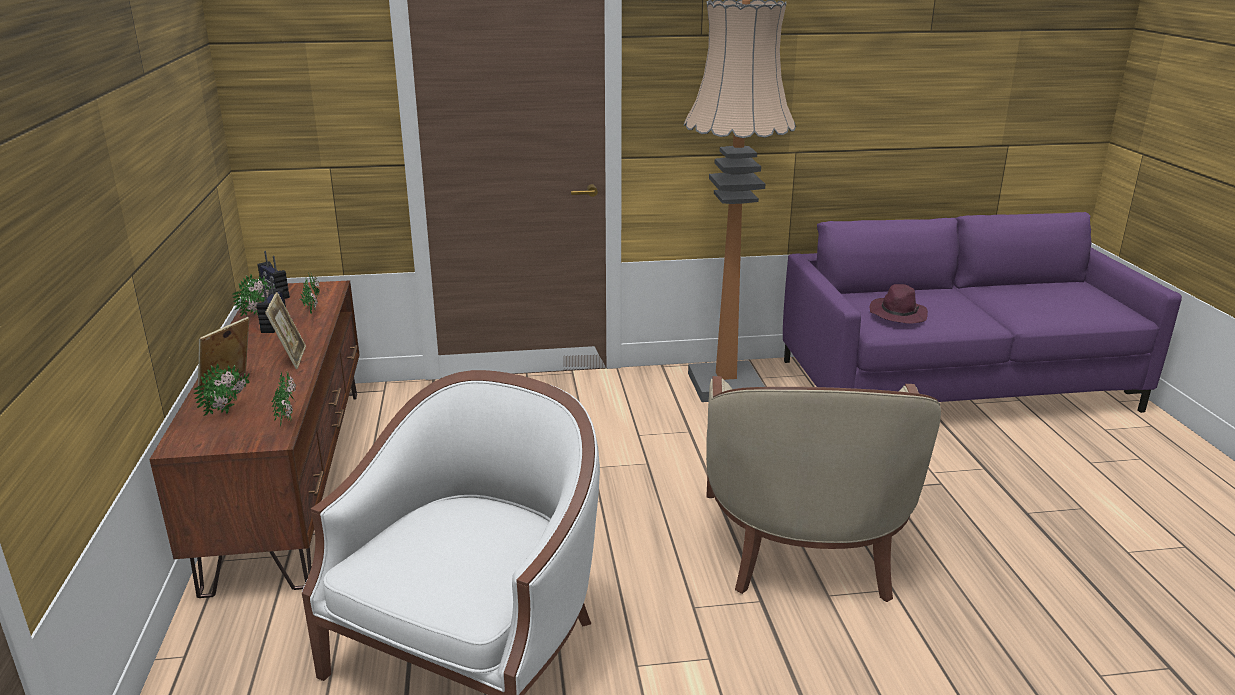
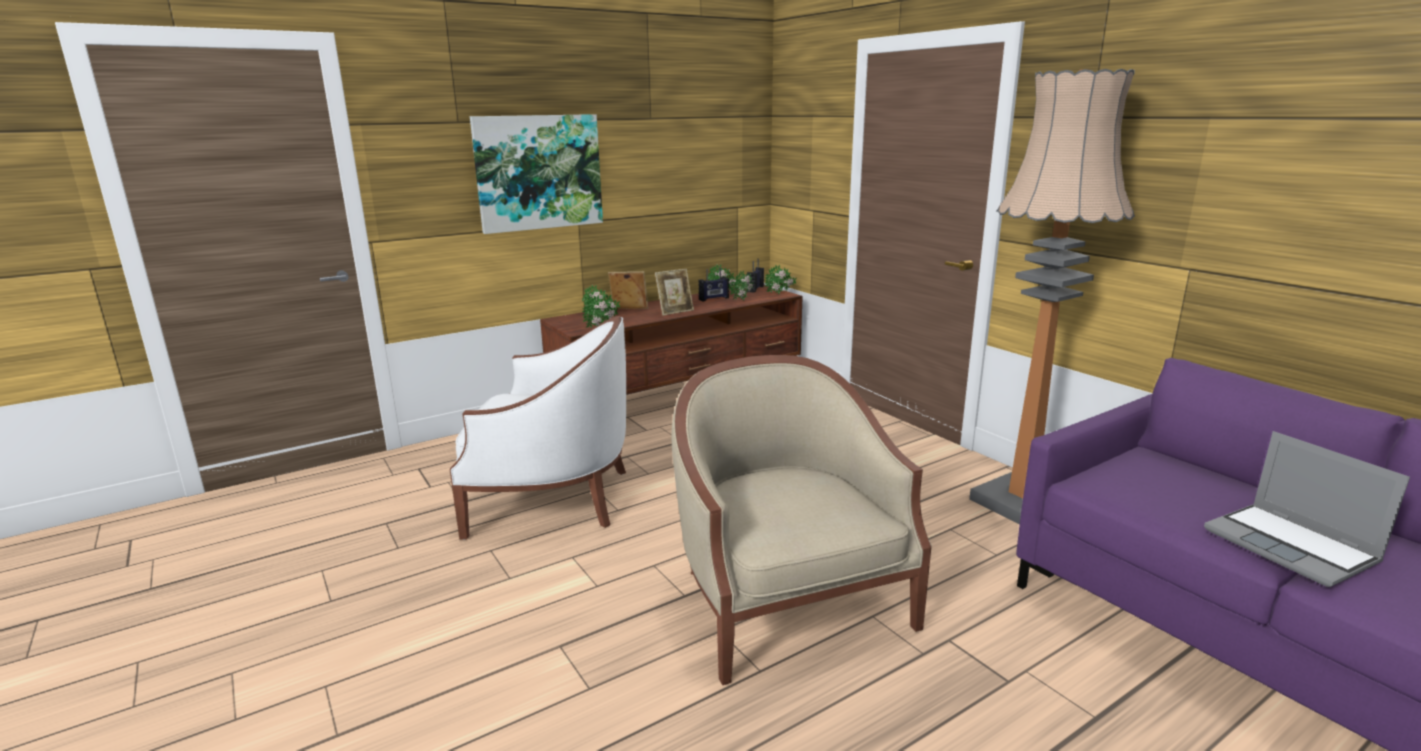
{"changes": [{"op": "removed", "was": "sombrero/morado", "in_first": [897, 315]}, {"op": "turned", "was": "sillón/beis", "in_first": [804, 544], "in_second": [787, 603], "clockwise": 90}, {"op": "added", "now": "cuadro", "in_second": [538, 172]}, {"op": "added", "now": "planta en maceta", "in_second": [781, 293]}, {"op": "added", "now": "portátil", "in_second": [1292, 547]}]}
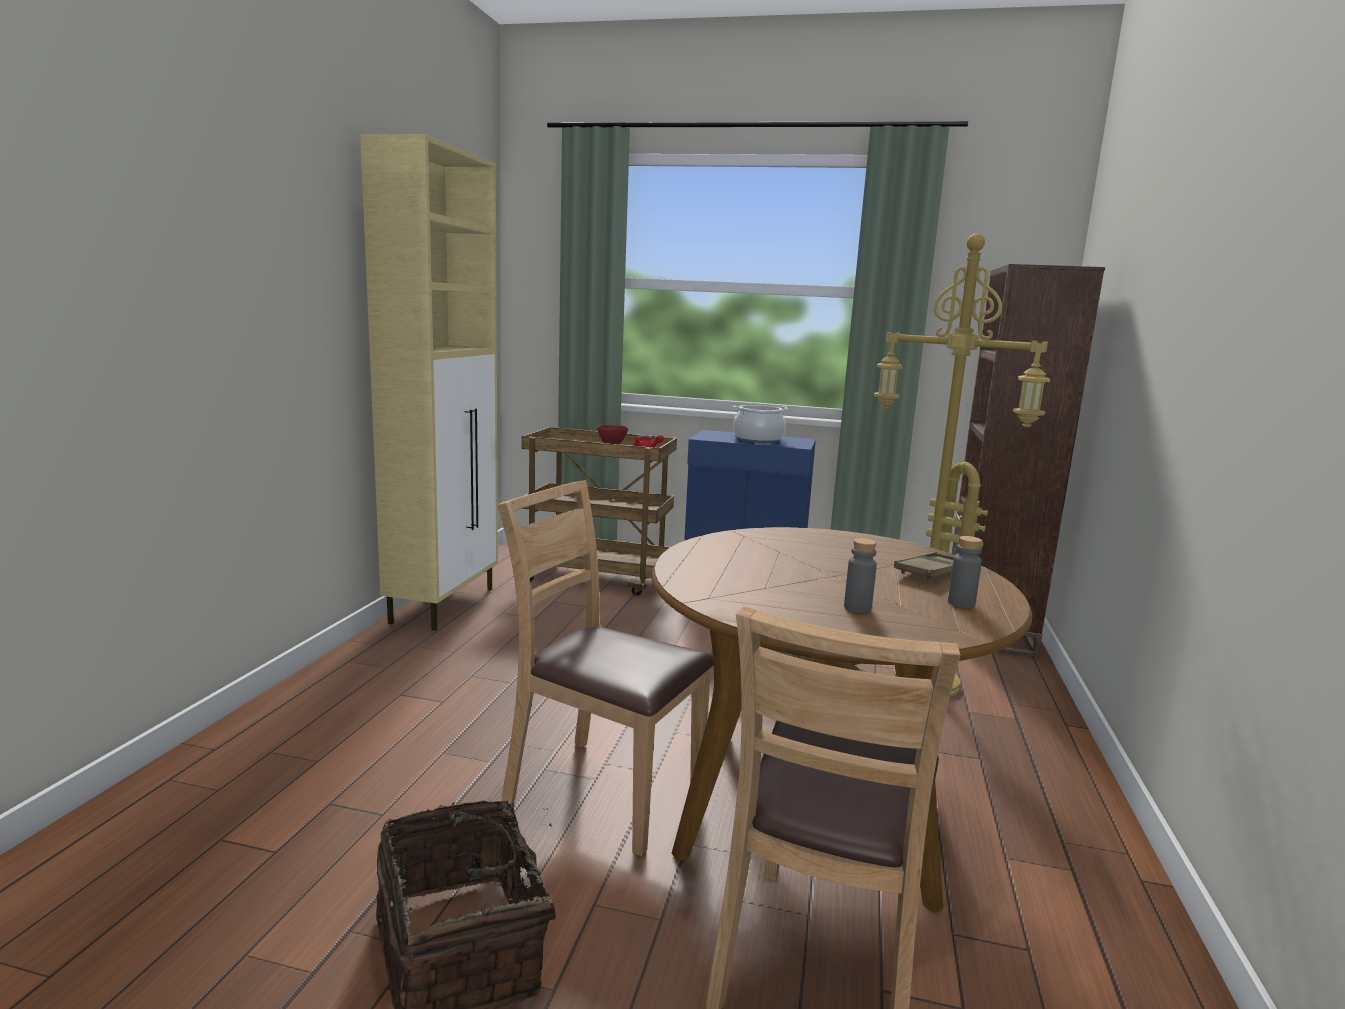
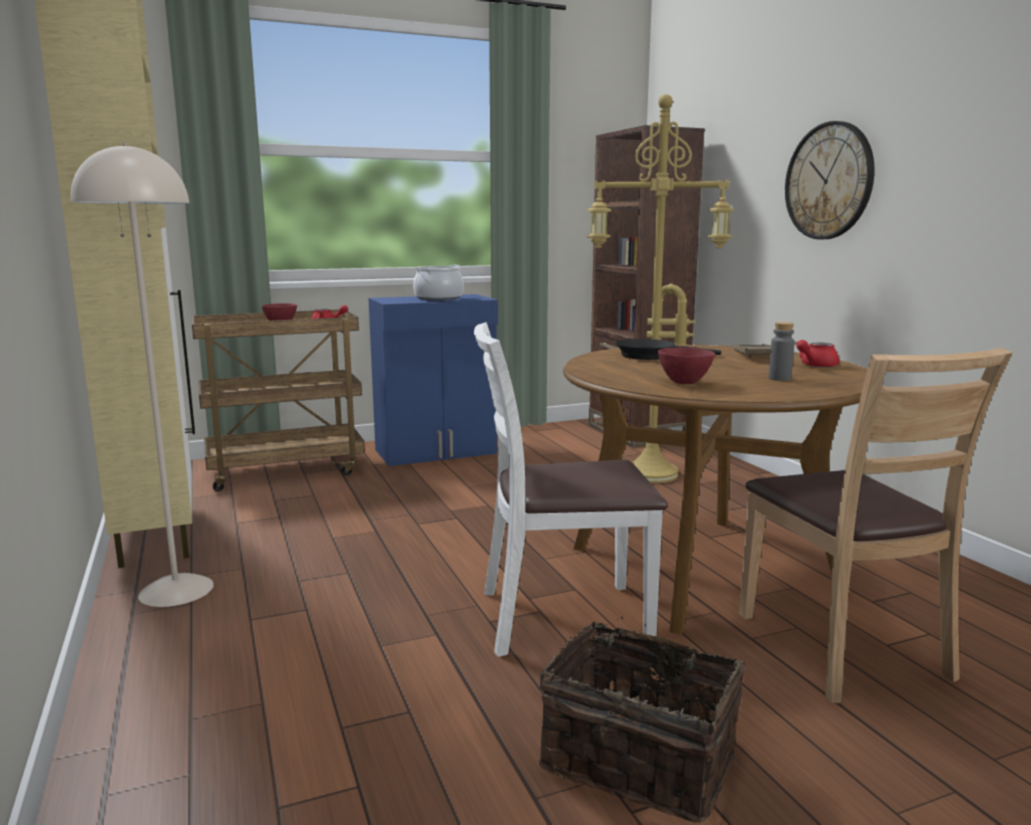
{"changes": [{"op": "recoloured", "was": "silla/marrón", "now": "silla/blanco", "in_first": [603, 792], "in_second": [562, 617]}, {"op": "replaced", "was": "botella/gris", "now": "tetera/rojo", "in_first": [961, 603], "in_second": [814, 366]}, {"op": "added", "now": "reloj de pared", "in_second": [829, 181]}, {"op": "added", "now": "lámpara de pie/beis", "in_second": [175, 590]}, {"op": "added", "now": "sartén/negro", "in_second": [650, 356]}, {"op": "added", "now": "cuenco/rojo", "in_second": [685, 383]}]}
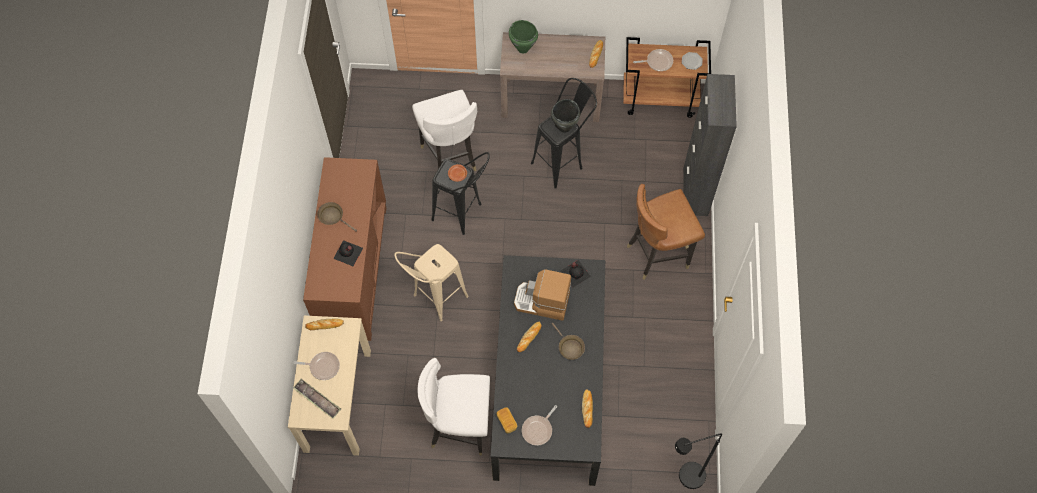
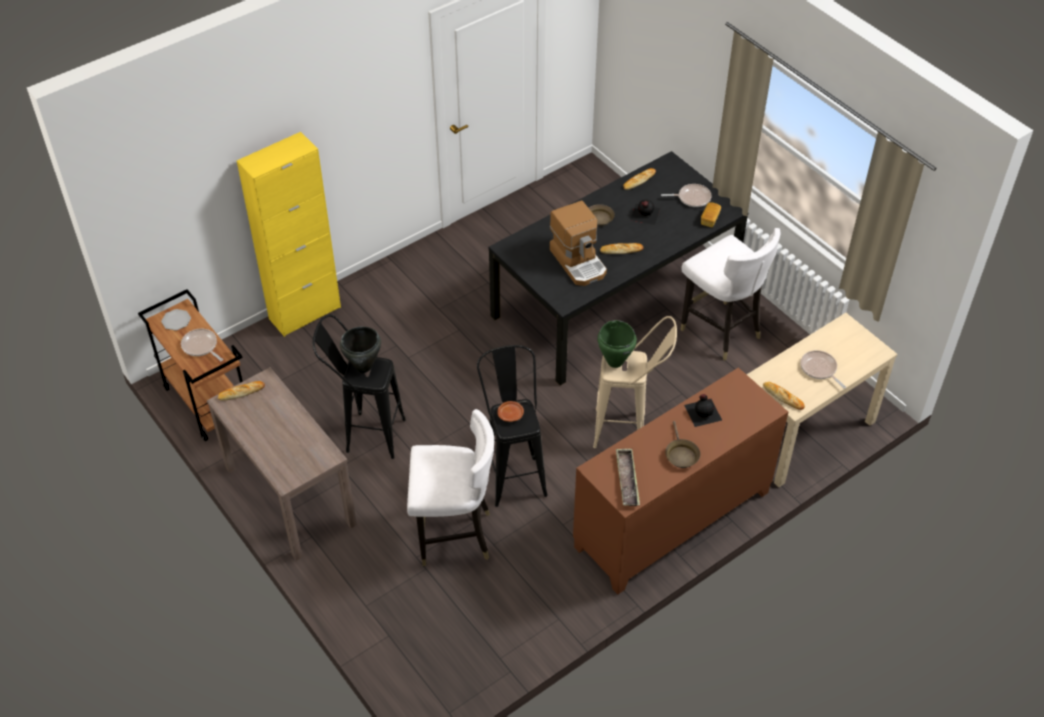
{"changes": [{"op": "moved", "was": "olla/verde", "in_first": [523, 48], "in_second": [614, 362]}, {"op": "recoloured", "was": "armario/negro", "now": "armario/amarillo", "in_first": [695, 192], "in_second": [305, 313]}, {"op": "turned", "was": "silla/blanco", "in_first": [449, 156], "in_second": [453, 536], "clockwise": 60}, {"op": "removed", "was": "silla/marrón", "in_first": [658, 254]}, {"op": "moved", "was": "botella/negro", "in_first": [575, 273], "in_second": [644, 214]}, {"op": "moved", "was": "bandeja", "in_first": [317, 400], "in_second": [627, 480]}, {"op": "removed", "was": "lámpara de pie/negro", "in_first": [685, 479]}]}
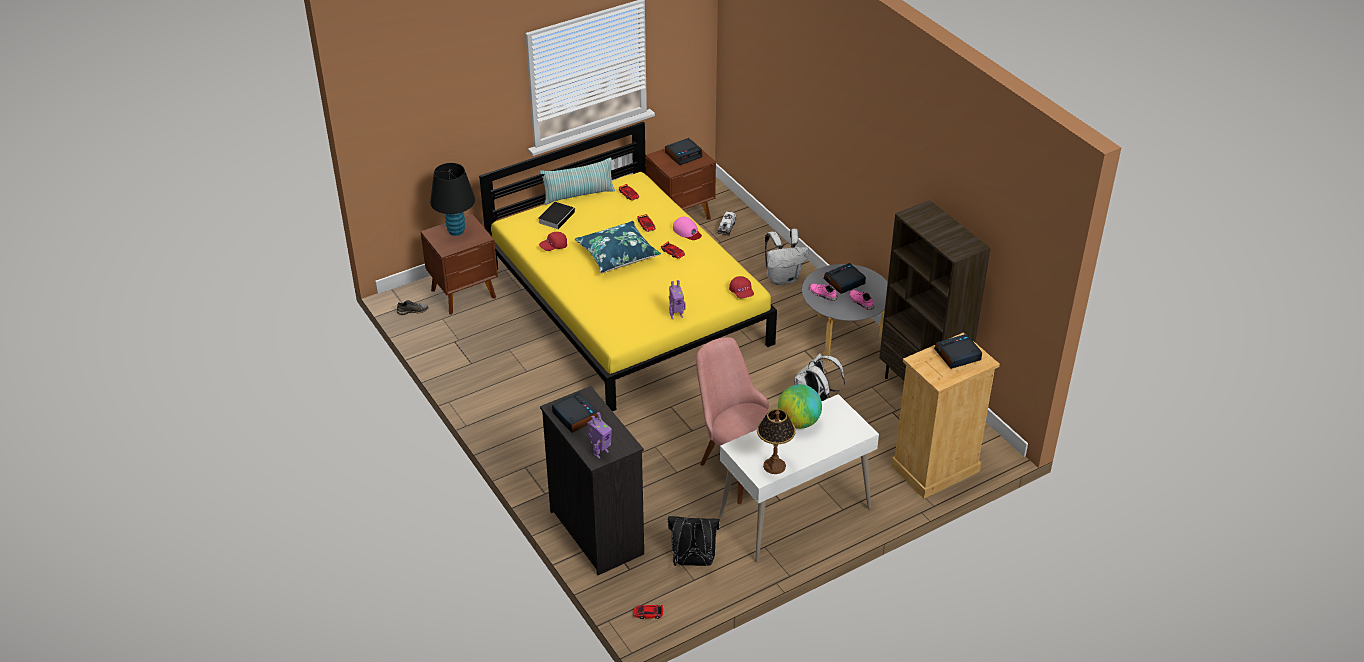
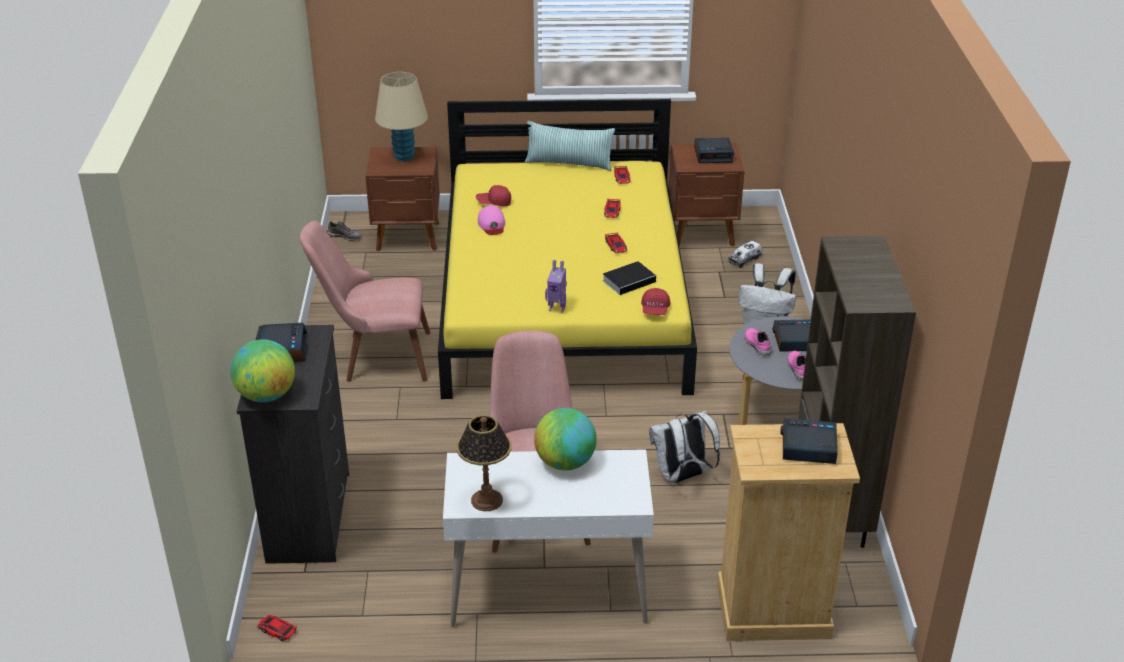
{"changes": [{"op": "recoloured", "was": "lámpara de mesa/negro", "now": "lámpara de mesa/beis", "in_first": [456, 231], "in_second": [404, 157]}, {"op": "moved", "was": "libro", "in_first": [556, 217], "in_second": [630, 280]}, {"op": "moved", "was": "gorra/rosa", "in_first": [687, 231], "in_second": [492, 224]}, {"op": "removed", "was": "cojín/azul", "in_first": [617, 254]}, {"op": "replaced", "was": "robot de juguete", "now": "globo terráqueo", "in_first": [600, 452], "in_second": [266, 395]}, {"op": "removed", "was": "mochila/negro", "in_first": [692, 562]}, {"op": "added", "now": "silla/rosa", "in_second": [375, 357]}]}
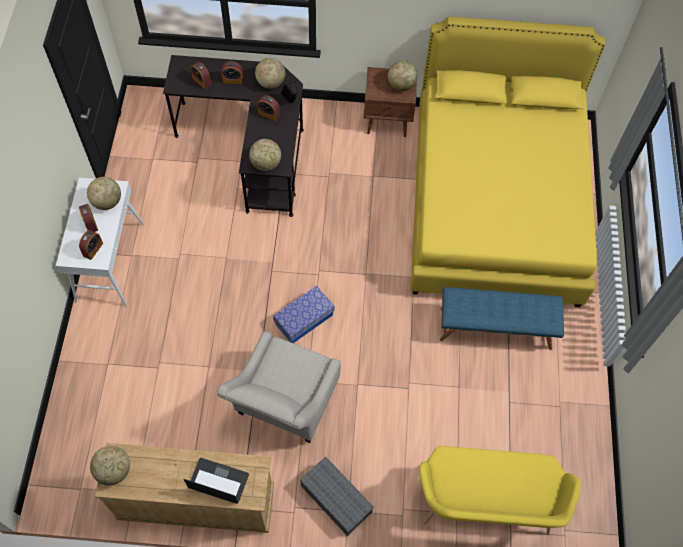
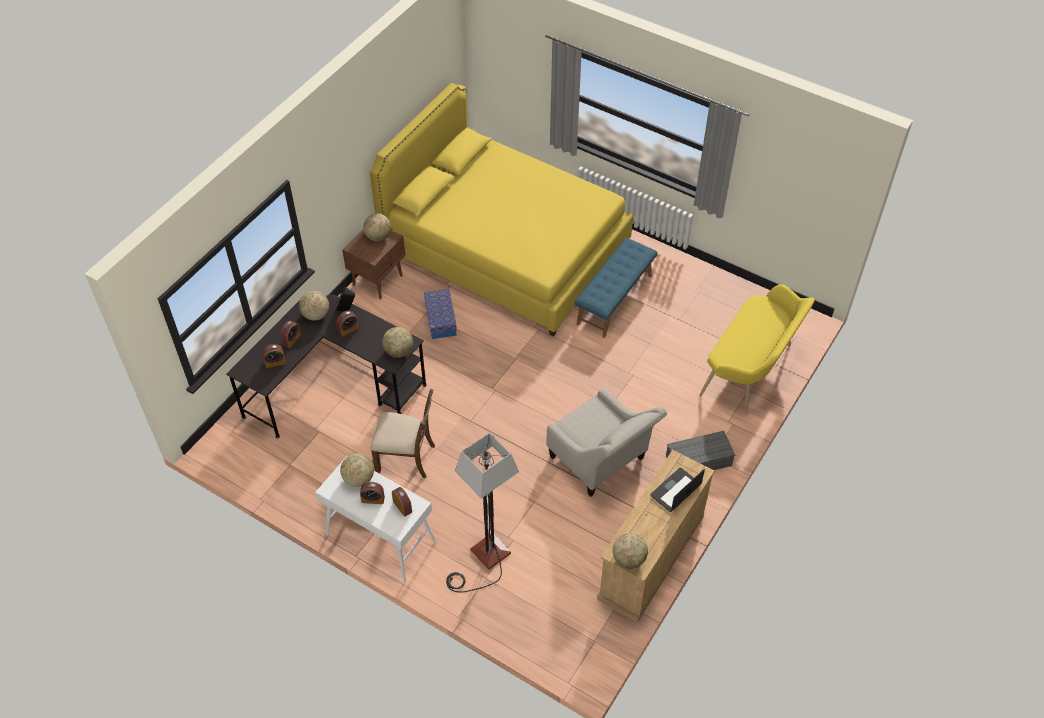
{"changes": [{"op": "moved", "was": "caja de almacenaje", "in_first": [304, 319], "in_second": [440, 320]}, {"op": "added", "now": "silla/marrón", "in_second": [406, 457]}, {"op": "added", "now": "lámpara de pie", "in_second": [484, 560]}]}
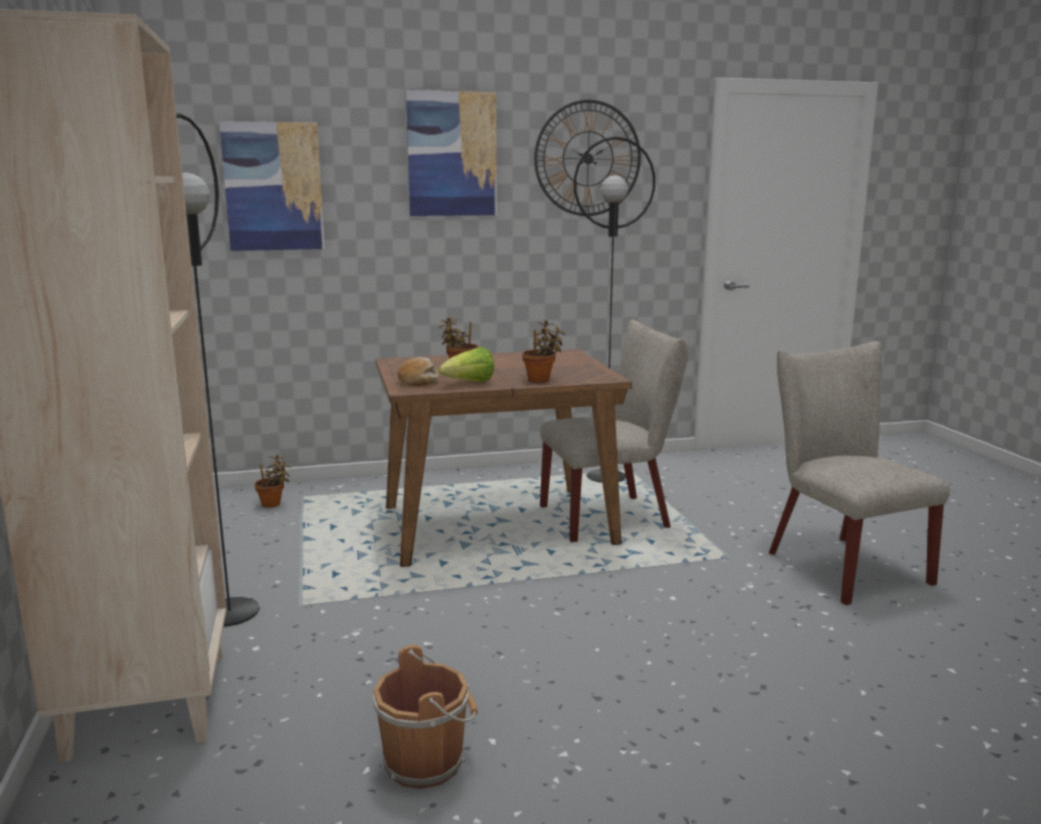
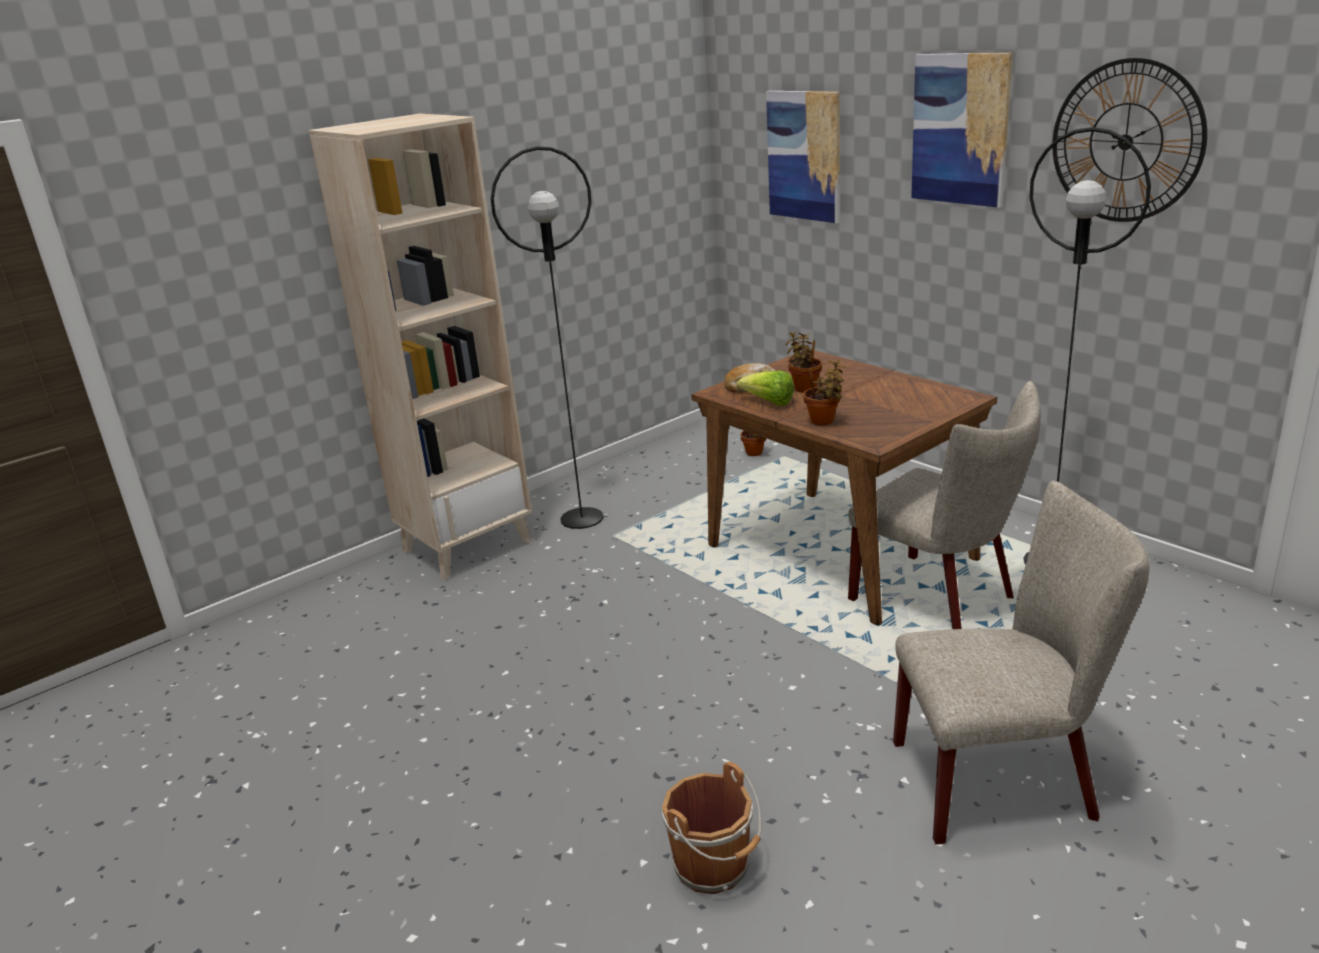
{"changes": [{"op": "turned", "was": "silla/beis", "in_first": [838, 564], "in_second": [1005, 779], "clockwise": 45}, {"op": "moved", "was": "cubo/marrón", "in_first": [427, 761], "in_second": [715, 867]}]}
